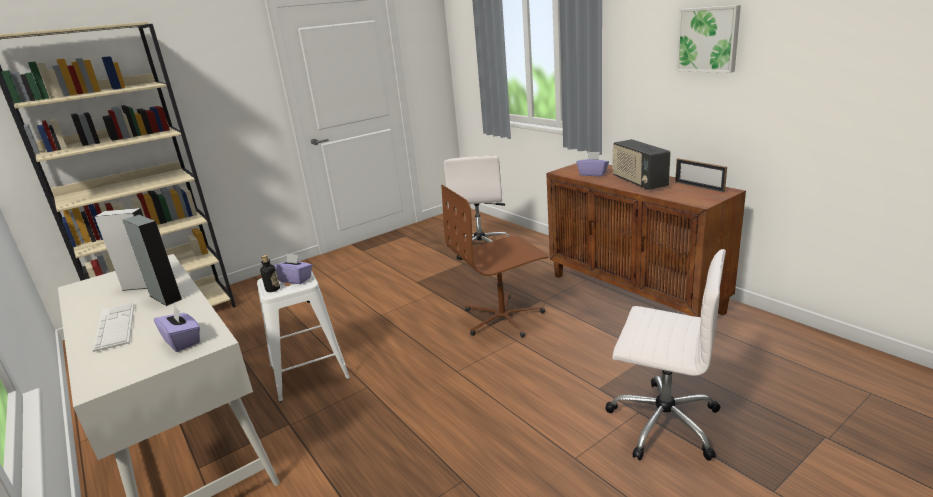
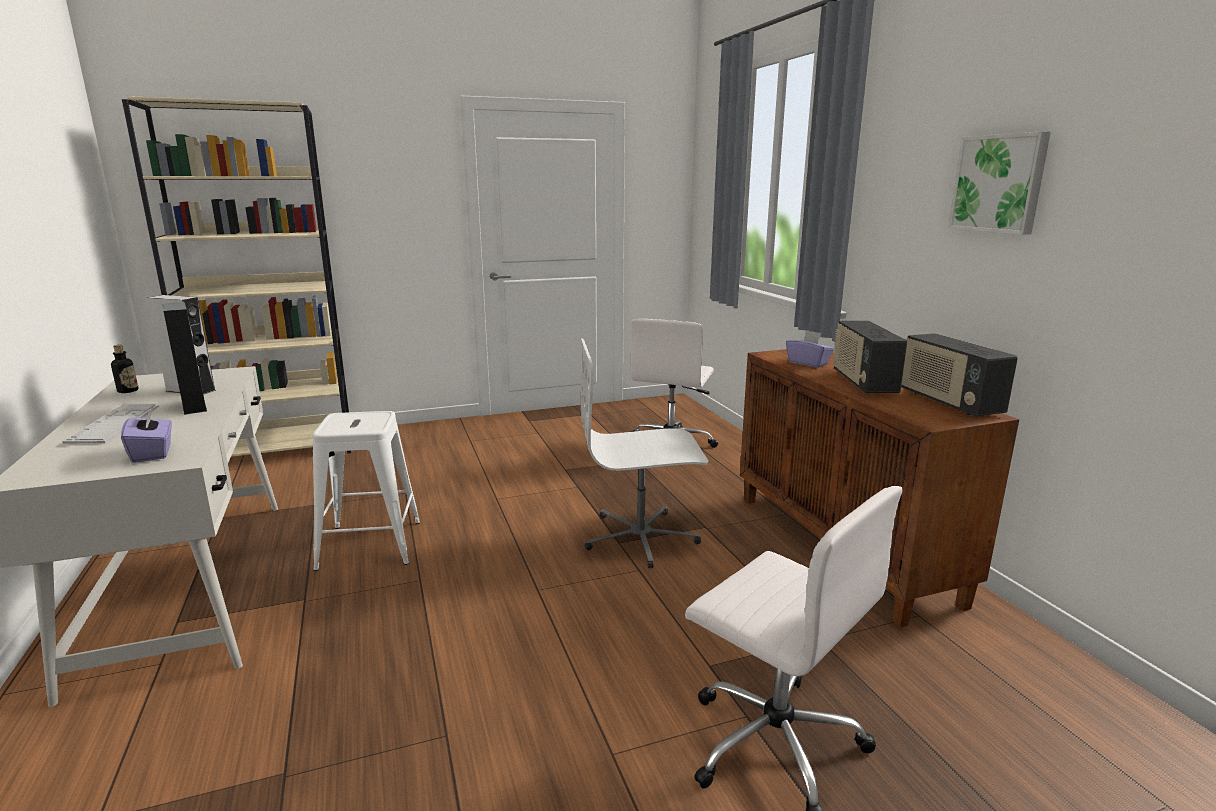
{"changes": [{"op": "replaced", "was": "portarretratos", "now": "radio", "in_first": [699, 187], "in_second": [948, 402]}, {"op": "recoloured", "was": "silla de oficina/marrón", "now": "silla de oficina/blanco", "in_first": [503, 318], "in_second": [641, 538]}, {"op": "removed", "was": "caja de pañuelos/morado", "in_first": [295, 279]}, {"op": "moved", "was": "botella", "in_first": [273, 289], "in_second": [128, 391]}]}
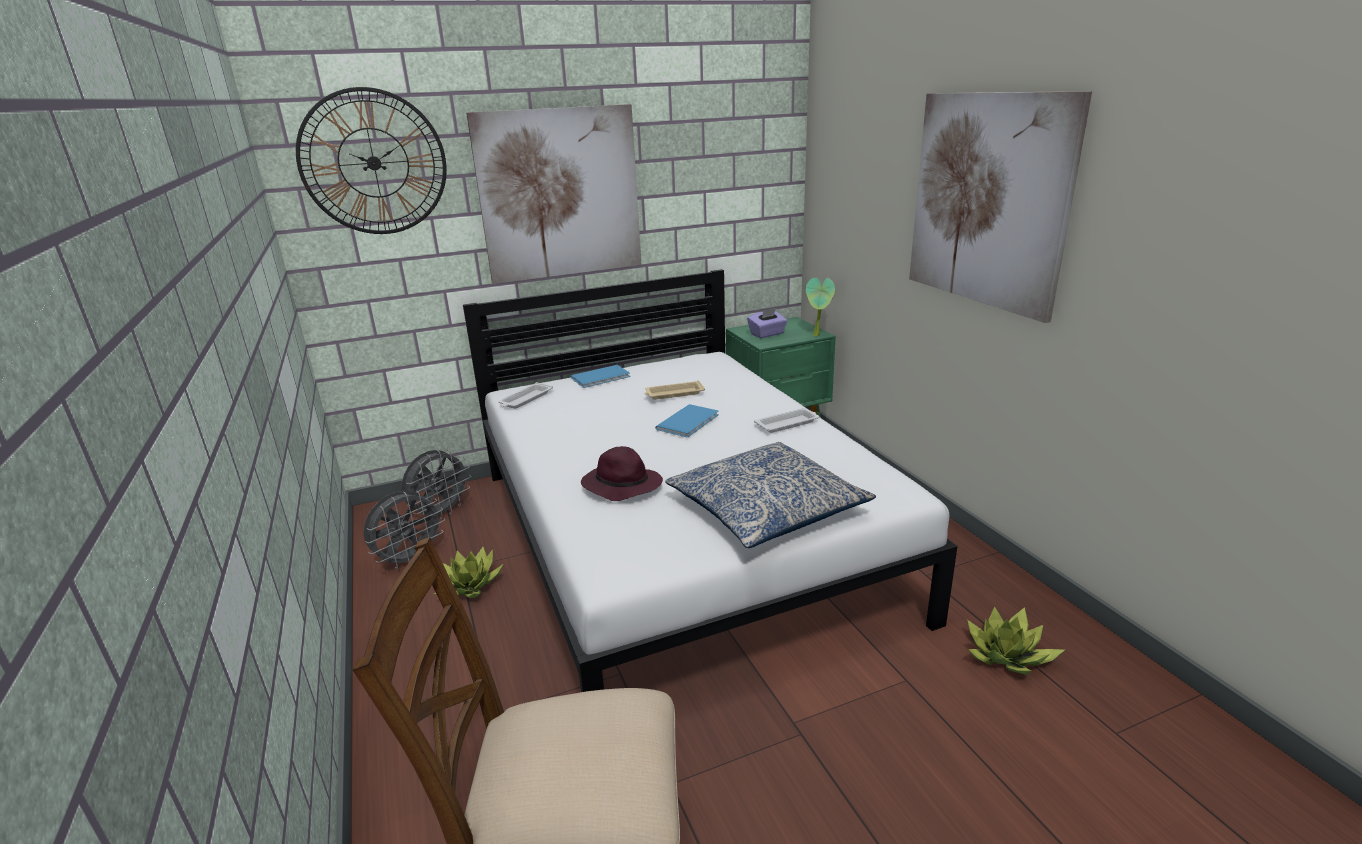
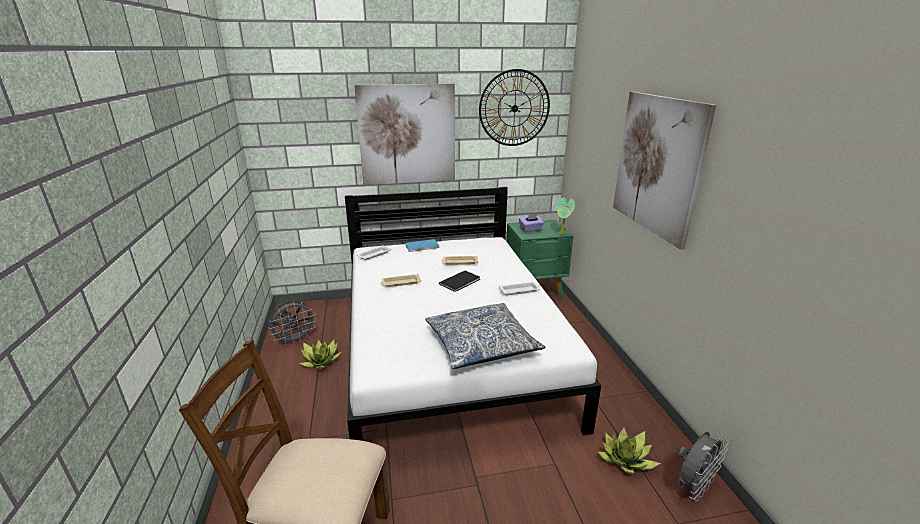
{"changes": [{"op": "moved", "was": "reloj de pared", "in_first": [373, 163], "in_second": [514, 108]}, {"op": "recoloured", "was": "libro/azul", "now": "libro/negro", "in_first": [690, 421], "in_second": [461, 281]}, {"op": "removed", "was": "sombrero/morado", "in_first": [621, 486]}, {"op": "moved", "was": "ventilador/gris", "in_first": [441, 513], "in_second": [693, 487]}, {"op": "added", "now": "bandeja/beis", "in_second": [400, 283]}]}
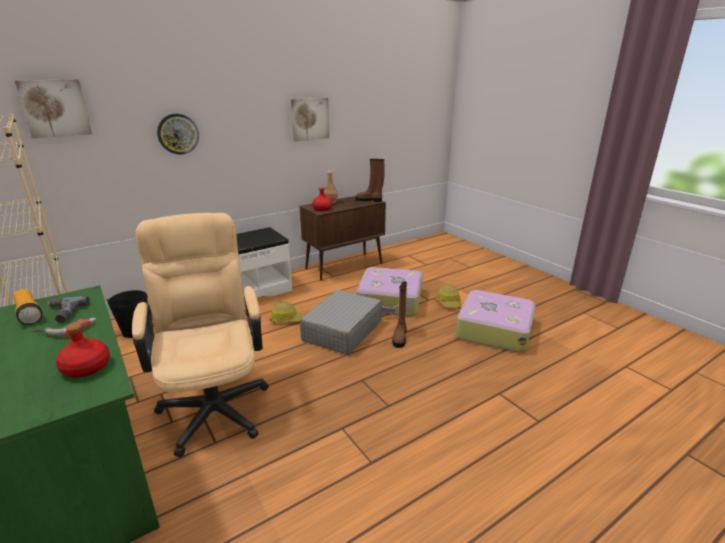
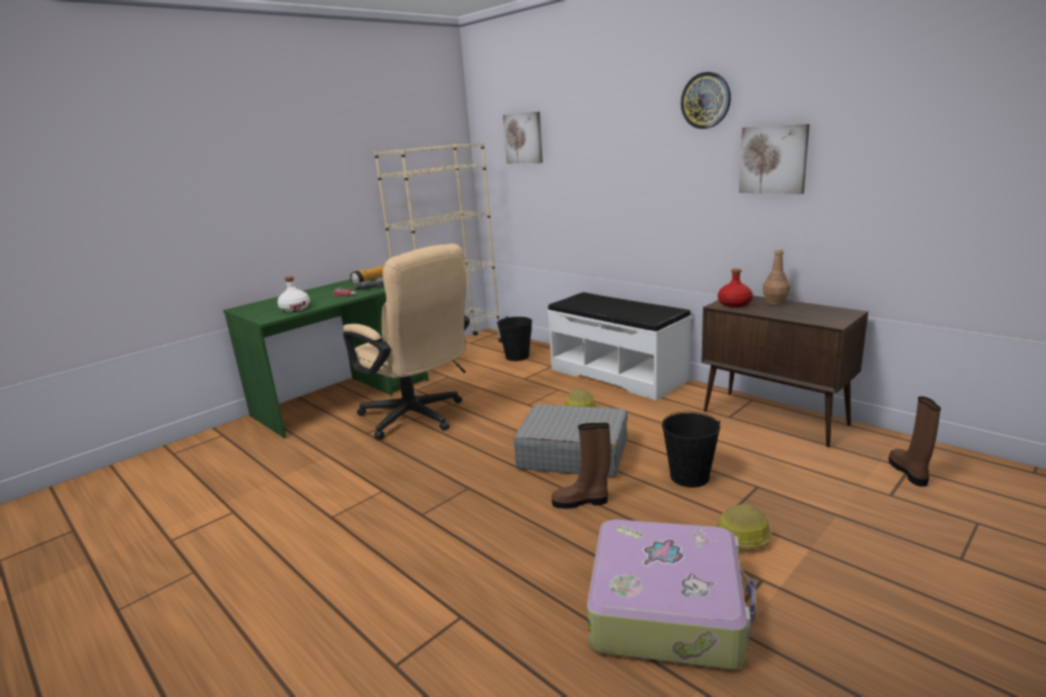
{"changes": [{"op": "moved", "was": "reloj de pared", "in_first": [178, 134], "in_second": [706, 100]}, {"op": "moved", "was": "bota/marrón", "in_first": [369, 200], "in_second": [909, 472]}, {"op": "turned", "was": "silla de oficina/beis", "in_first": [214, 402], "in_second": [418, 418], "clockwise": 75}, {"op": "replaced", "was": "maleta", "now": "cubo/negro", "in_first": [390, 301], "in_second": [689, 477]}, {"op": "recoloured", "was": "botella/rojo", "now": "botella/blanco", "in_first": [86, 368], "in_second": [295, 309]}]}
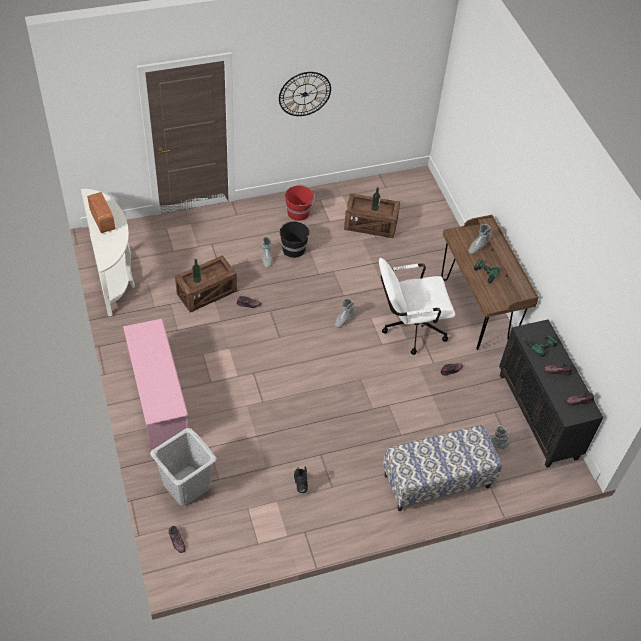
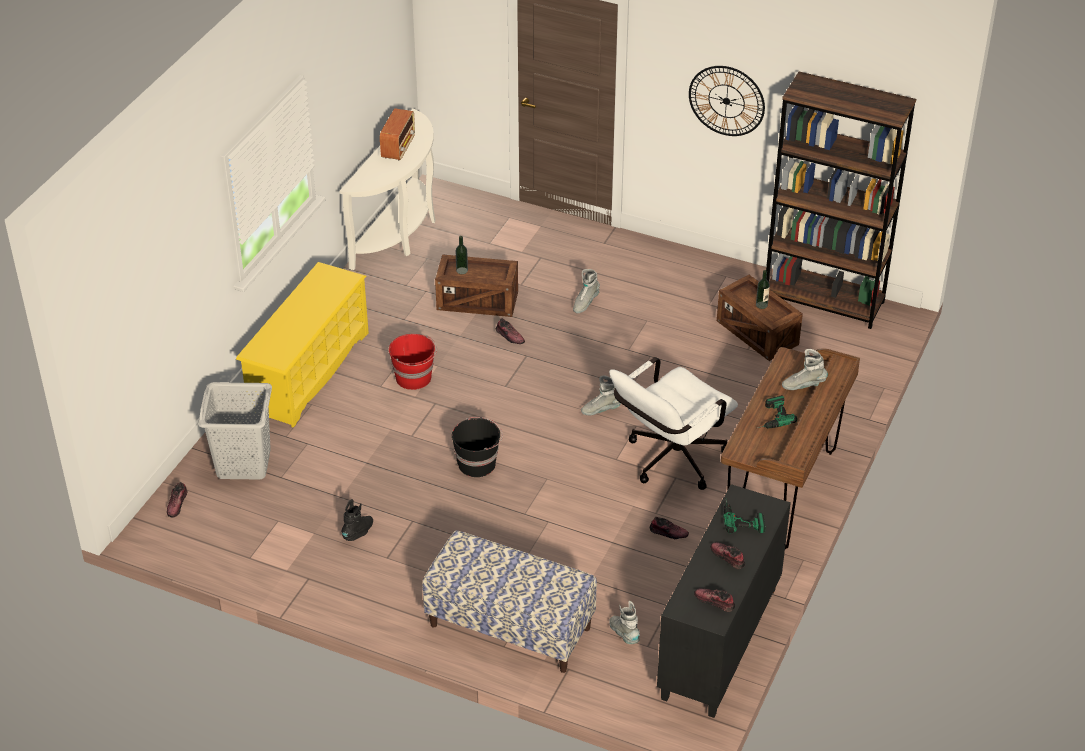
{"changes": [{"op": "moved", "was": "cubo/rojo", "in_first": [299, 212], "in_second": [414, 378]}, {"op": "moved", "was": "cubo/negro", "in_first": [294, 248], "in_second": [477, 463]}, {"op": "turned", "was": "silla de oficina/blanco", "in_first": [408, 328], "in_second": [669, 462], "clockwise": -75}, {"op": "recoloured", "was": "zapatero/rosa", "now": "zapatero/amarillo", "in_first": [158, 399], "in_second": [308, 371]}, {"op": "added", "now": "estantería/marrón", "in_second": [824, 300]}]}
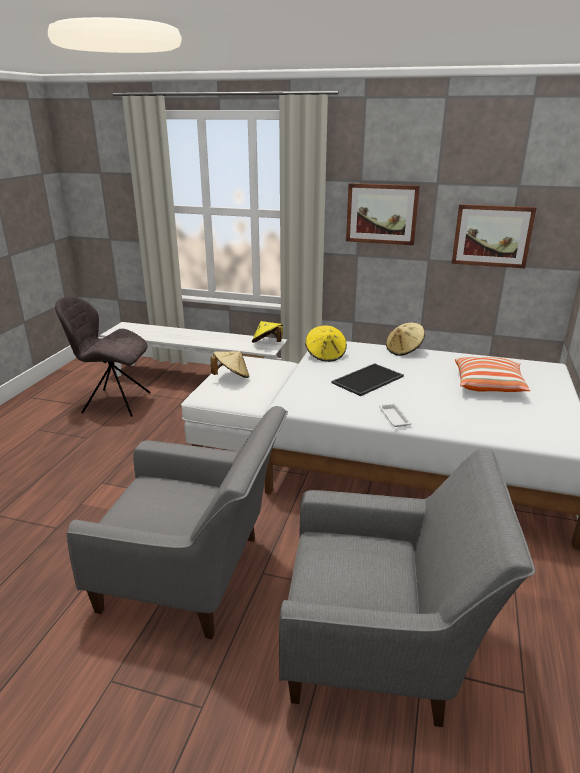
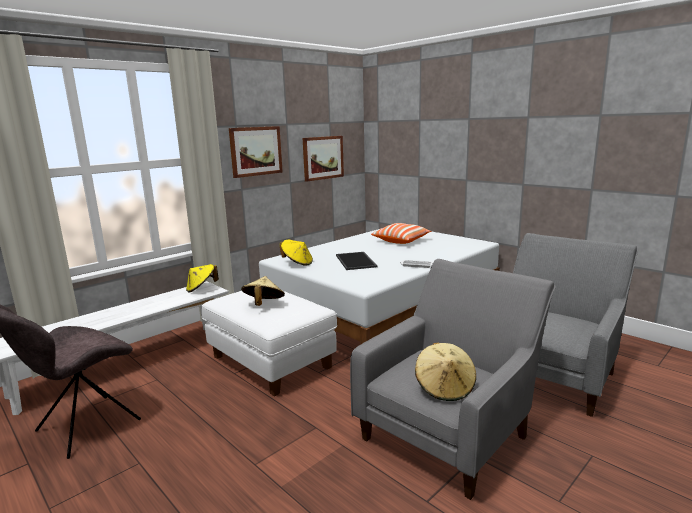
{"changes": [{"op": "moved", "was": "sombrero/beis", "in_first": [404, 350], "in_second": [445, 387]}]}
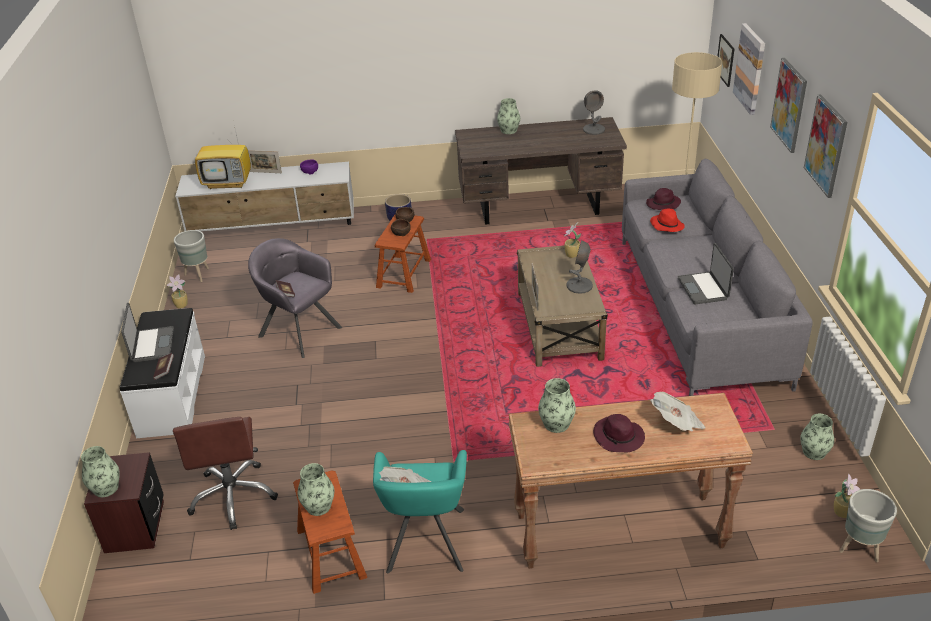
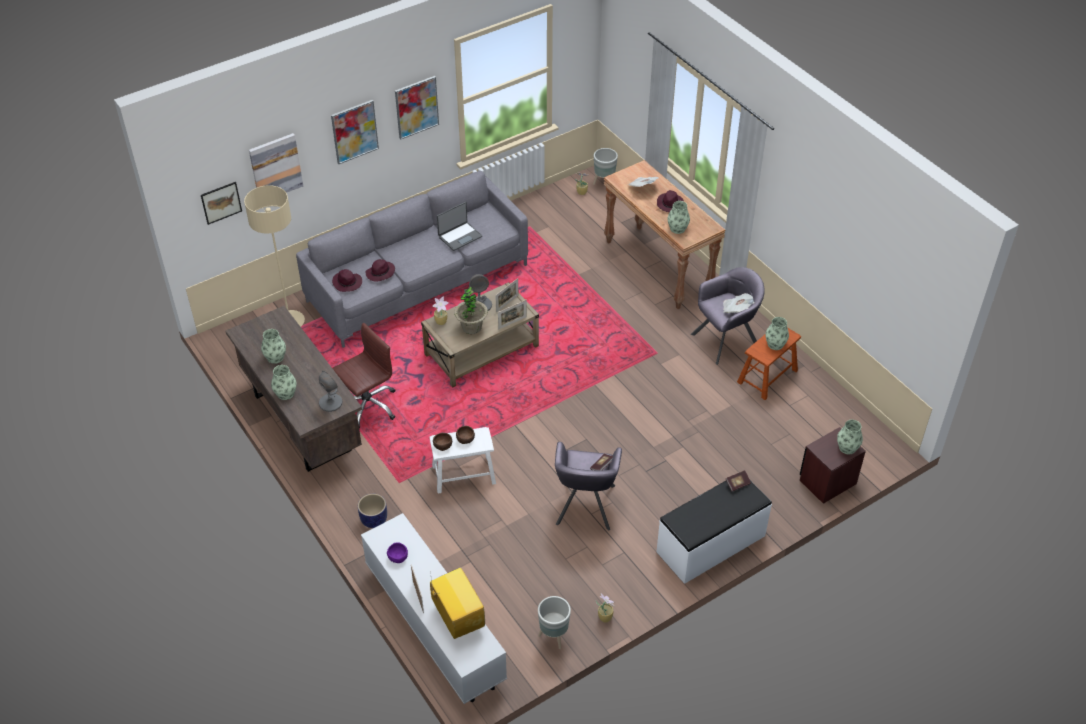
{"changes": [{"op": "moved", "was": "lámpara de mesa/gris", "in_first": [594, 129], "in_second": [330, 403]}, {"op": "recoloured", "was": "sombrero/rojo", "now": "sombrero/morado", "in_first": [666, 225], "in_second": [380, 273]}, {"op": "recoloured", "was": "taburete/marrón", "now": "taburete/blanco", "in_first": [404, 273], "in_second": [463, 474]}, {"op": "removed", "was": "portátil", "in_first": [151, 345]}, {"op": "moved", "was": "florero", "in_first": [814, 452], "in_second": [275, 357]}, {"op": "moved", "was": "silla de oficina/marrón", "in_first": [233, 496], "in_second": [367, 406]}, {"op": "recoloured", "was": "sillón/turquesa", "now": "sillón/gris", "in_first": [425, 540], "in_second": [726, 340]}, {"op": "added", "now": "portarretratos", "in_second": [507, 303]}, {"op": "added", "now": "planta en maceta", "in_second": [471, 327]}]}
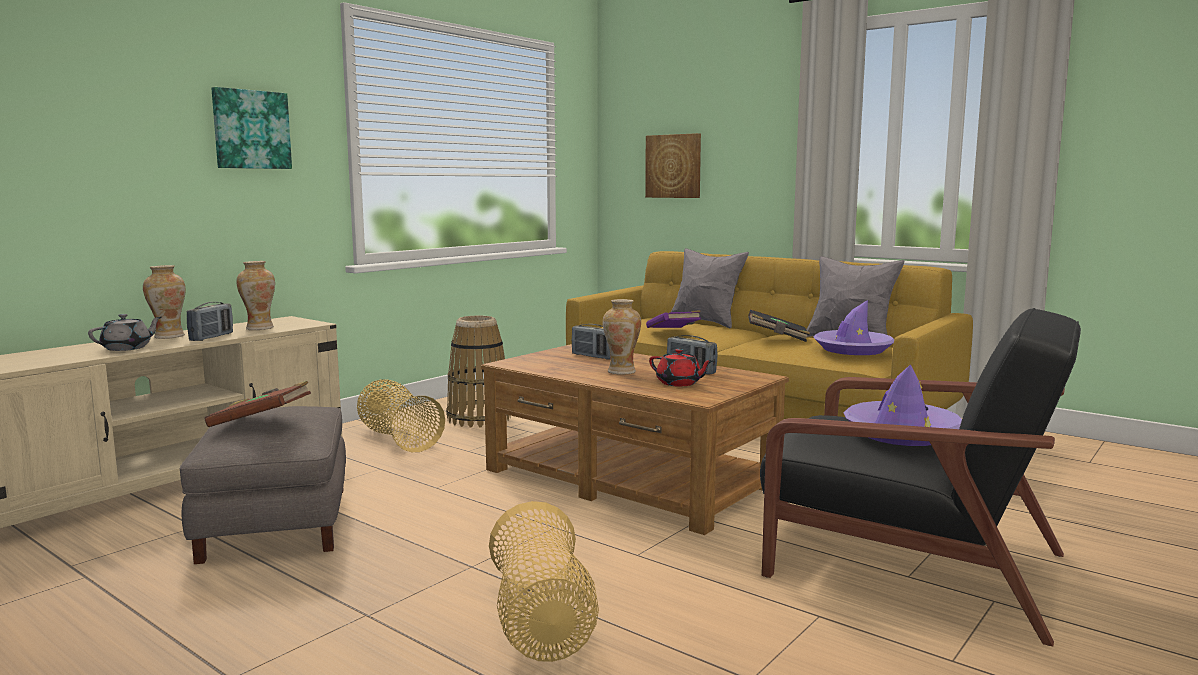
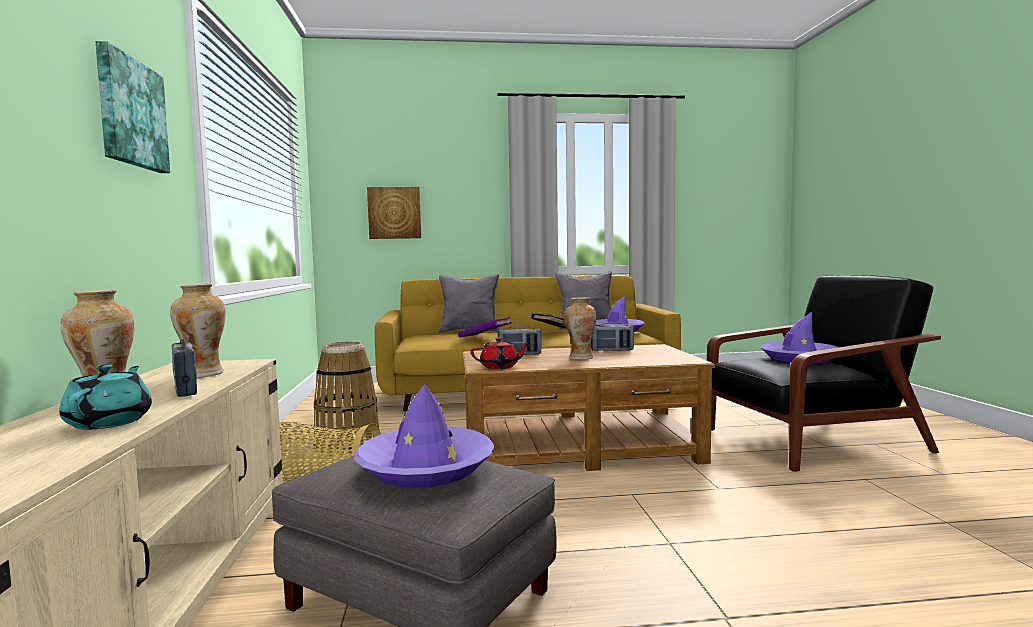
{"changes": [{"op": "recoloured", "was": "tetera/gris", "now": "tetera/turquesa", "in_first": [127, 348], "in_second": [110, 422]}, {"op": "moved", "was": "tetera/rojo", "in_first": [679, 383], "in_second": [500, 367]}, {"op": "replaced", "was": "libro/marrón", "now": "sombrero/morado", "in_first": [261, 422], "in_second": [425, 468]}, {"op": "removed", "was": "cesta", "in_first": [541, 623]}]}
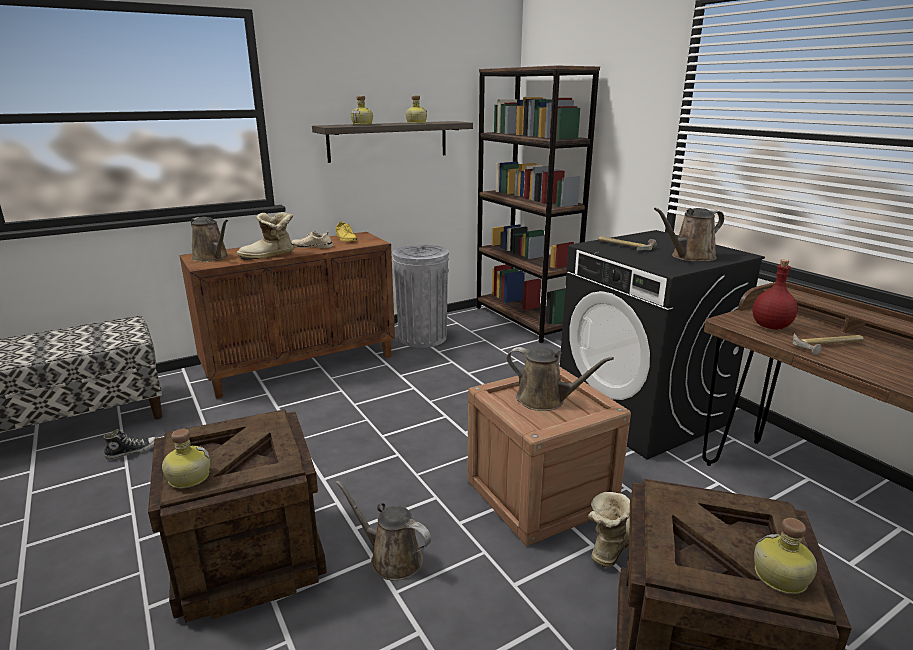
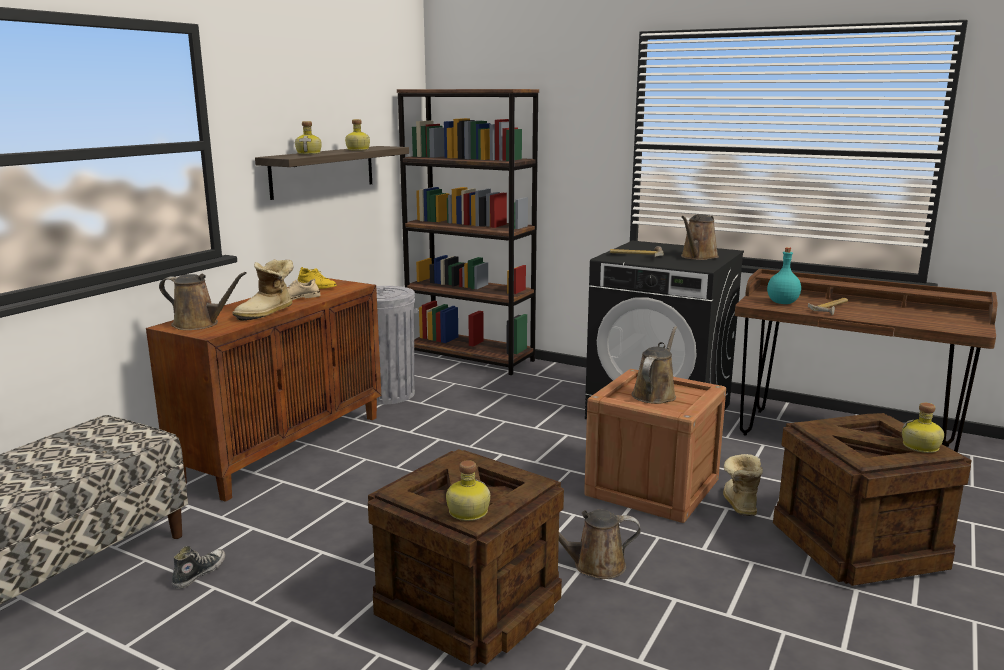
{"changes": [{"op": "recoloured", "was": "botella/rojo", "now": "botella/turquesa", "in_first": [770, 326], "in_second": [782, 302]}, {"op": "turned", "was": "regadera/marrón", "in_first": [545, 400], "in_second": [655, 394], "clockwise": -60}]}
